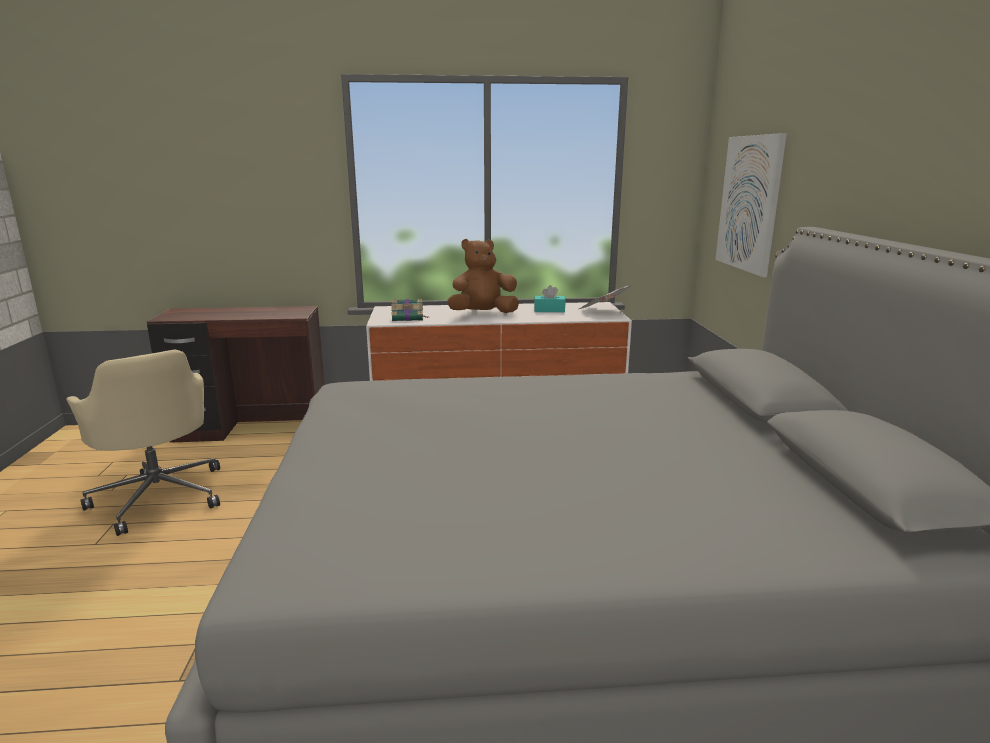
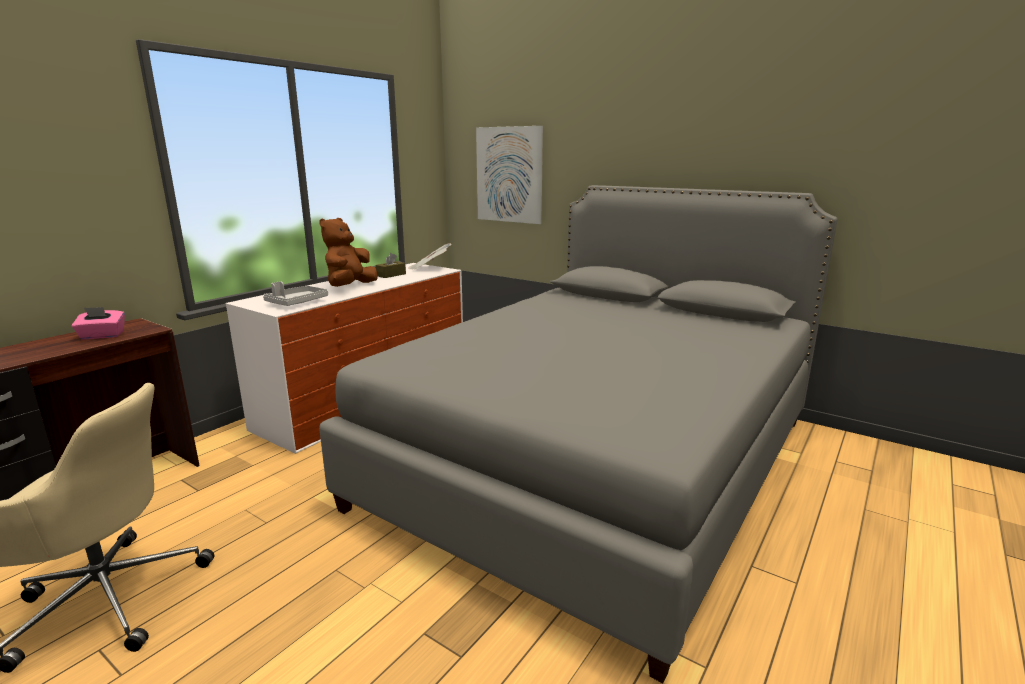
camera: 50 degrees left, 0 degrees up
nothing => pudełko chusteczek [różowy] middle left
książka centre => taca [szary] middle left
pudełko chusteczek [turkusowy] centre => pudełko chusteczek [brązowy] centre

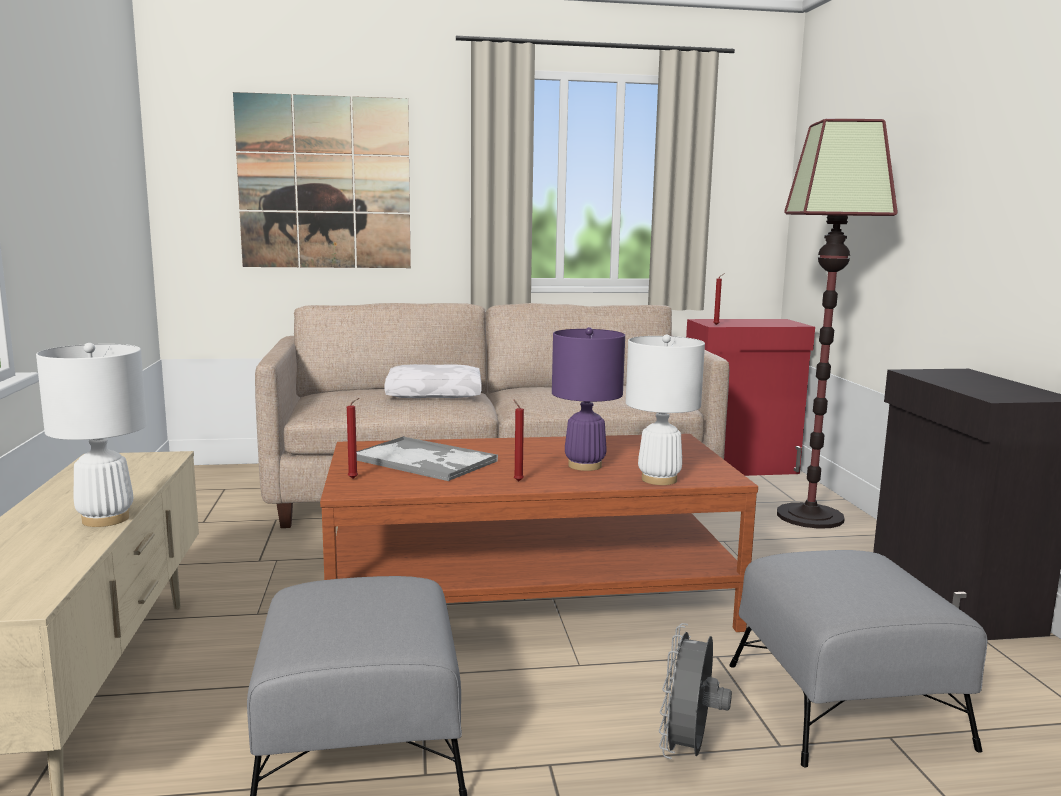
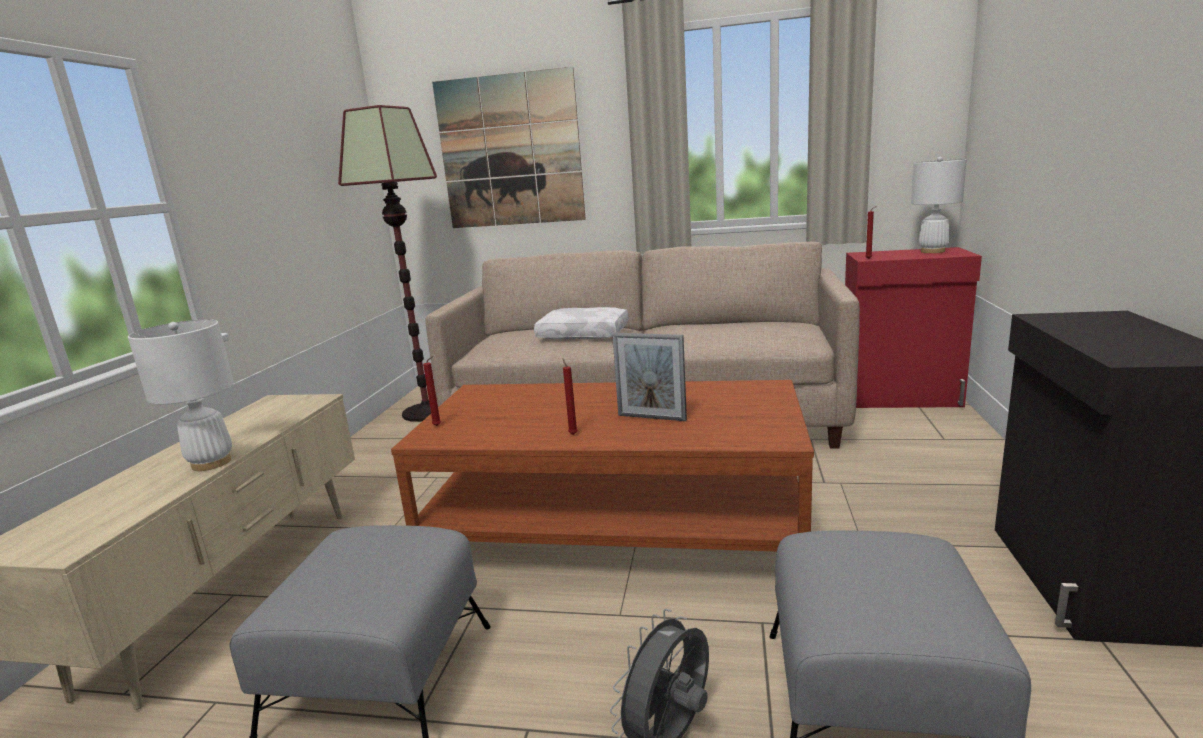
camera: 20 degrees right, 5 degrees up
lampa stojąca middle right => lampa stojąca middle left, relocated
lampa stołowa [fioletowy] centre => ramka na zdjęcie centre
lampa stołowa [biały] (no. 2 from left) centre => lampa stołowa [biały] (no. 2 from left) top right, relocated
taca centre => nothing

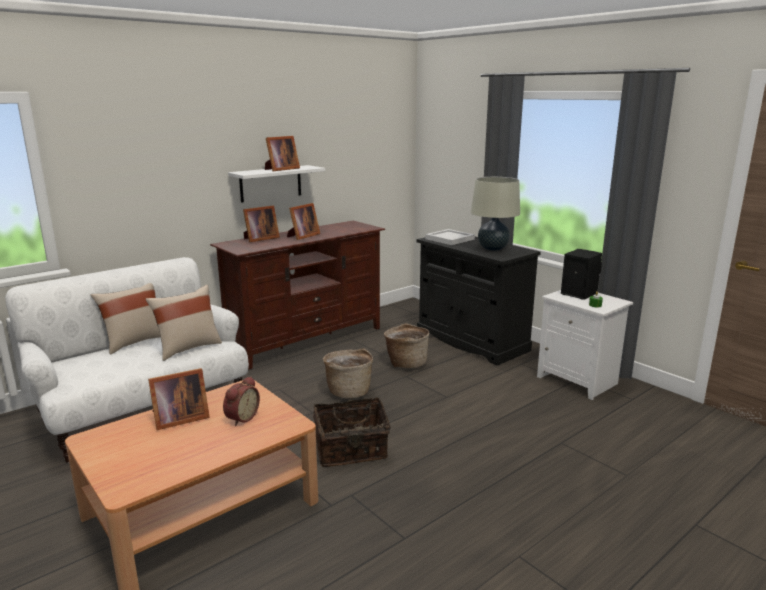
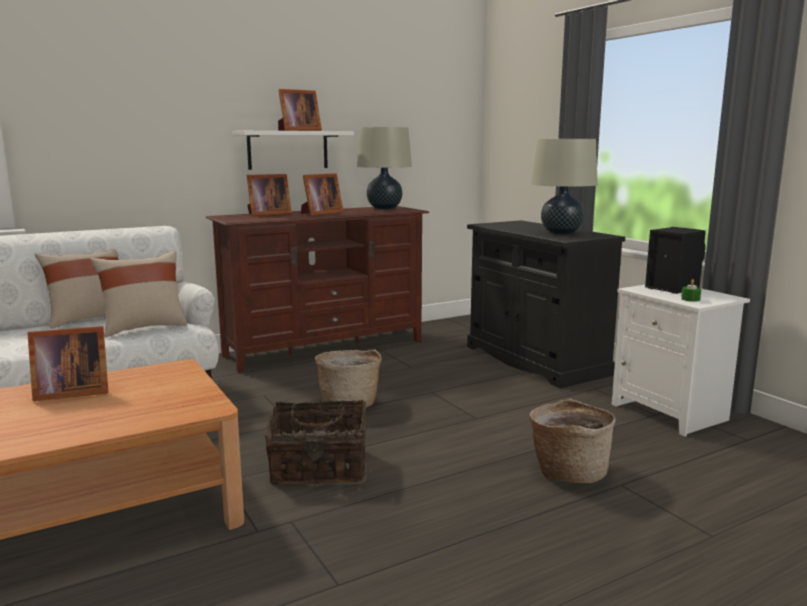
camera: 10 degrees right, 5 degrees down
nothing => lampa stołowa [beżowy] (no. 1 from left) top centre
koszyk (no. 3 from left) centre => koszyk (no. 3 from left) bottom right, relocated
budzik bottom left => nothing
taca [biały] centre => nothing

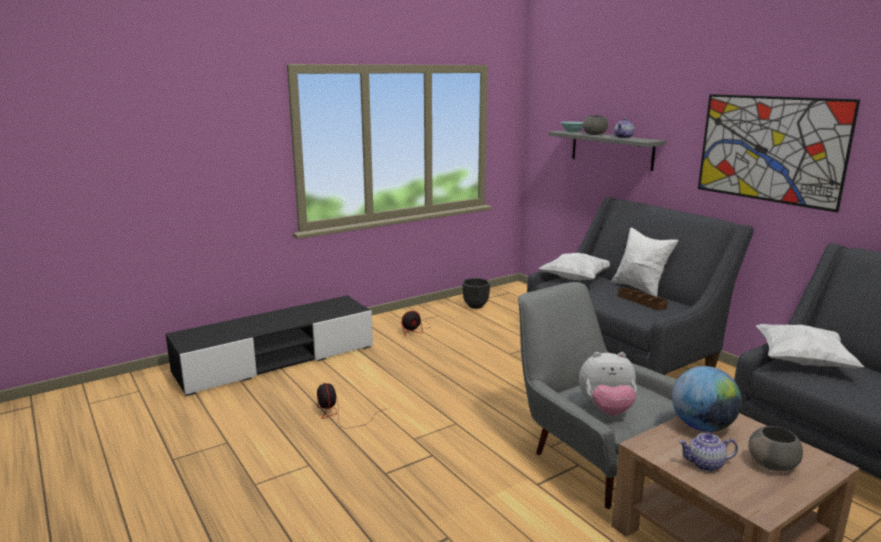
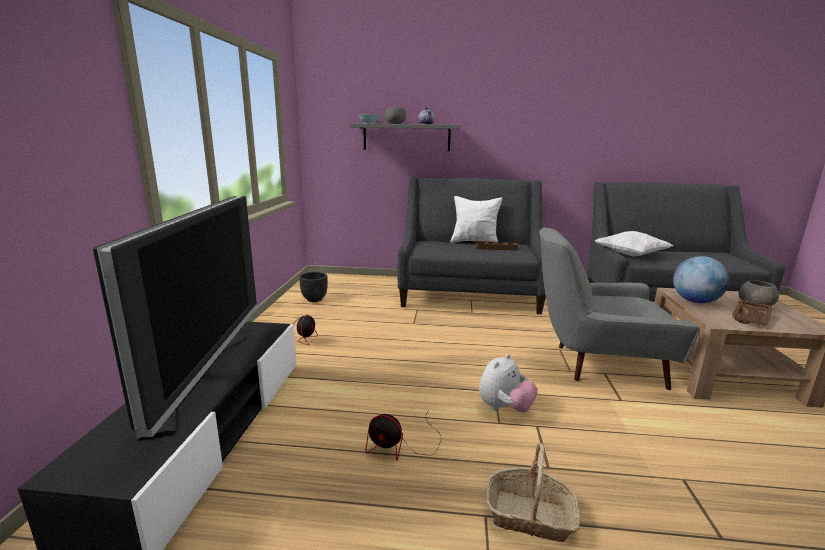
camera: 50 degrees left, 0 degrees up
nothing => telewizor middle left
pluszak bottom right => pluszak bottom centre, relocated
nothing => koszyk bottom centre
imbryk (no. 2 from left) bottom right => taca [brązowy] (no. 2 from left) middle right
poduszka [biały] (no. 1 from left) centre => nothing
obraz top right => nothing

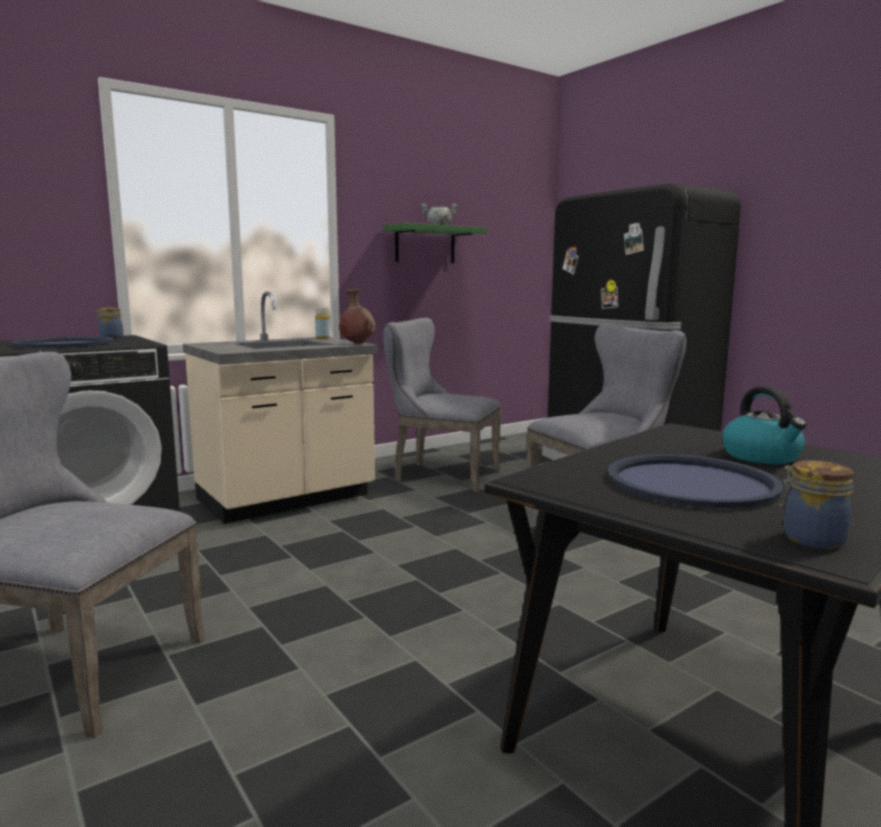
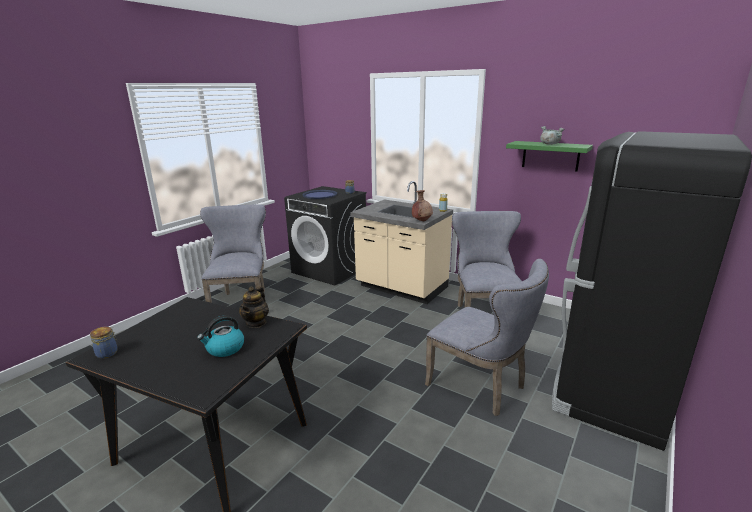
camera: 70 degrees right, 10 degrees up
nothing => imbryk centre
taca [niebieski] (no. 2 from left) middle right => nothing

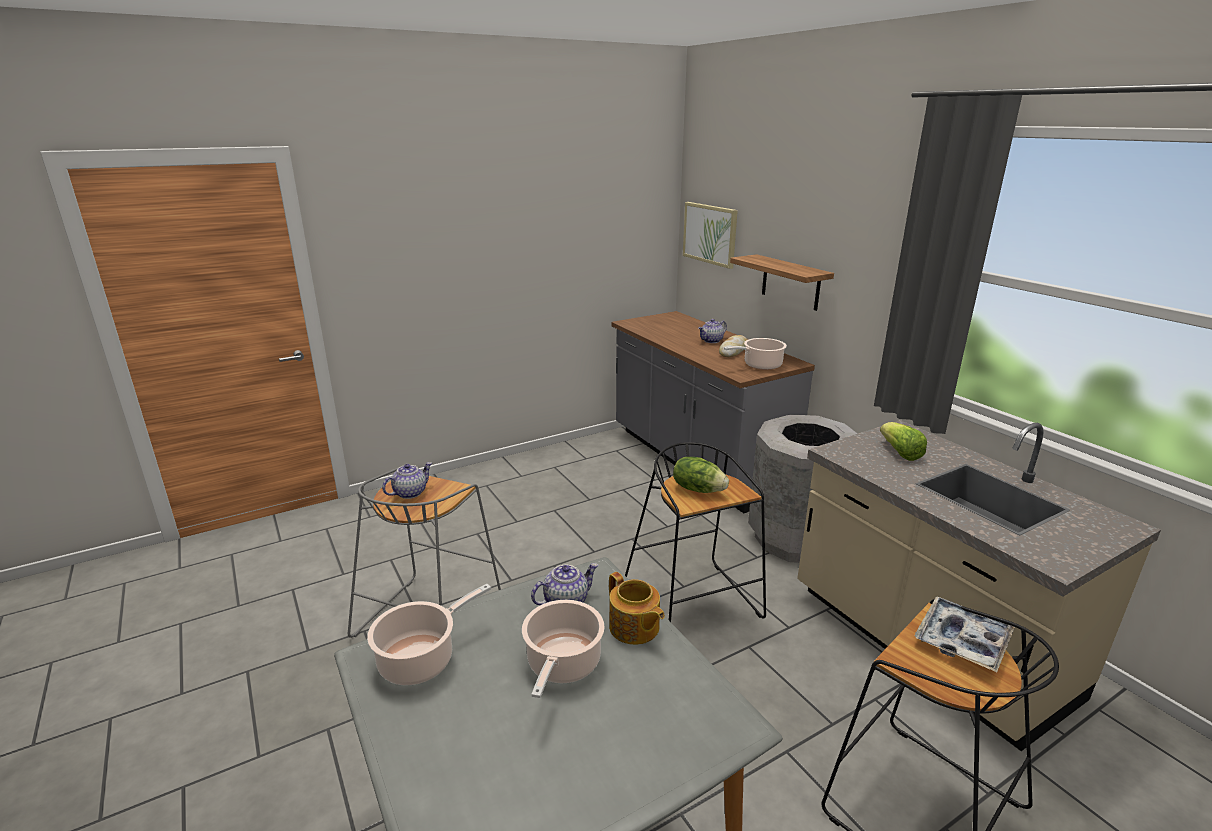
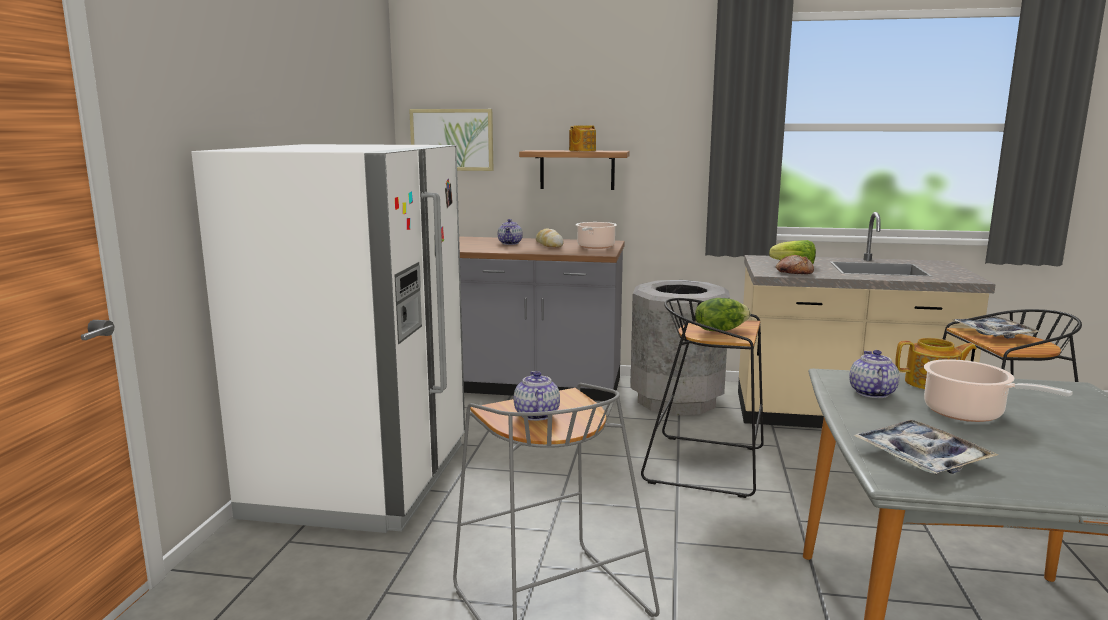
camera: 50 degrees left, 10 degrees down
nothing => lodówka [biały] middle left
nothing => imbryk (no. 3 from left) top centre
nothing => chleb (no. 2 from left) middle right
garnek (no. 1 from left) bottom centre => taca (no. 1 from left) bottom right

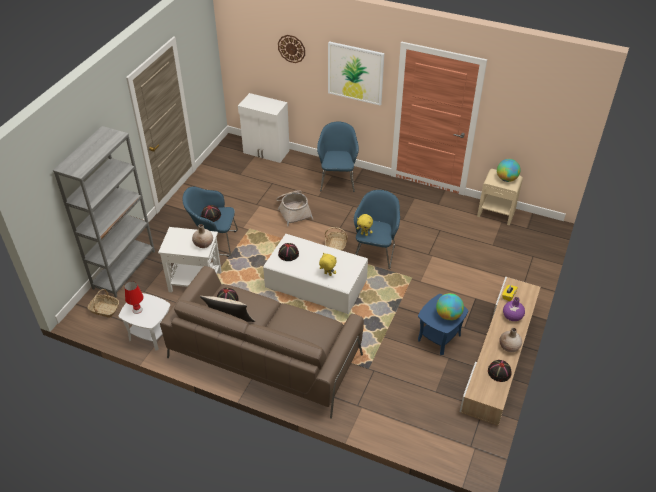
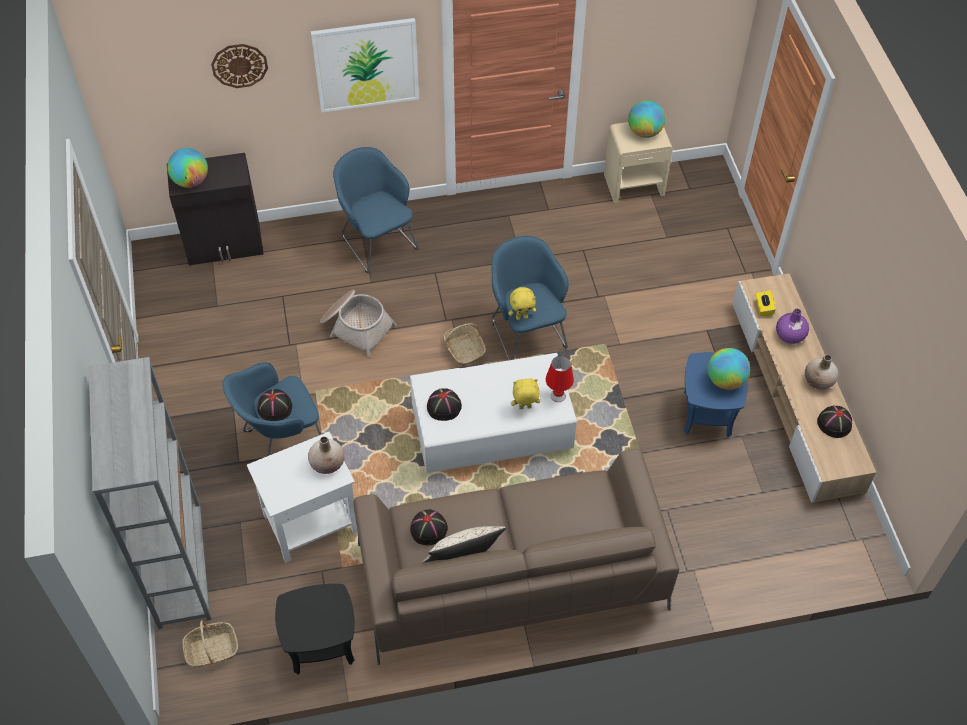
camera: 35 degrees left, 10 degrees up
nothing => globus (no. 1 from left) top left
szafka [biały] top centre => szafka [czarny] top left
stolik [biały] (no. 1 from left) middle left => stolik [czarny] bottom left
lampa stołowa [czerwony] middle left => lampa stołowa [czerwony] centre, relocated

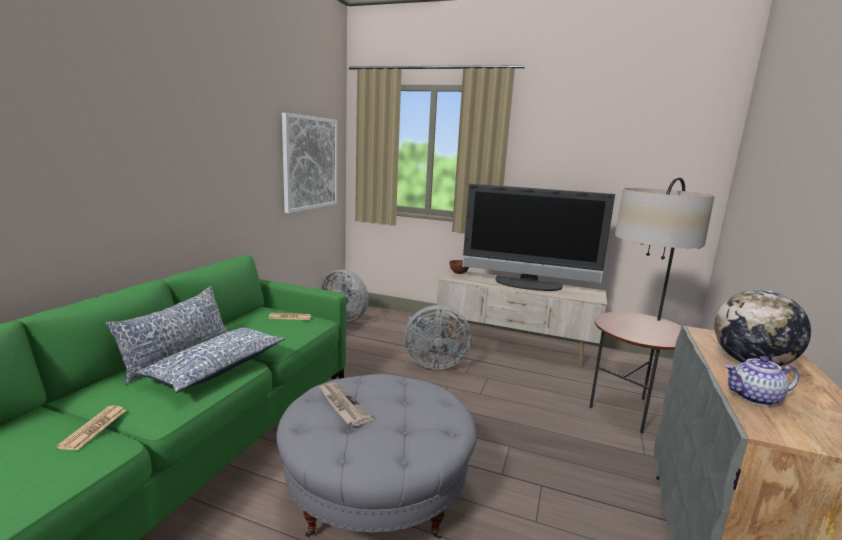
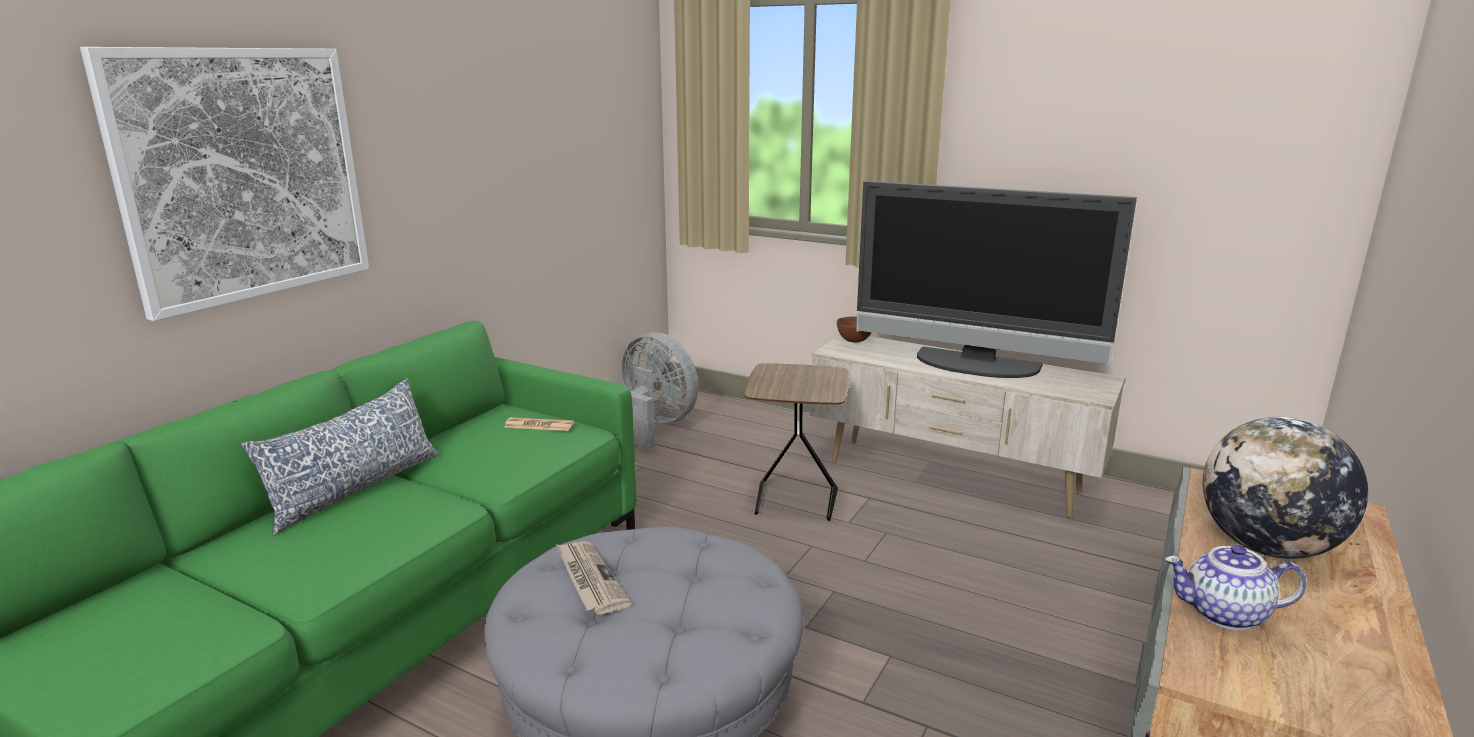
camera: 10 degrees right, 5 degrees up
obraz top centre => obraz top left, relocated
wentylator [szary] (no. 2 from left) centre => stolik [brązowy] centre
gazeta (no. 1 from left) bottom left => nothing
poduszka (no. 2 from left) bottom left => nothing
lampa stojąca middle right => nothing

